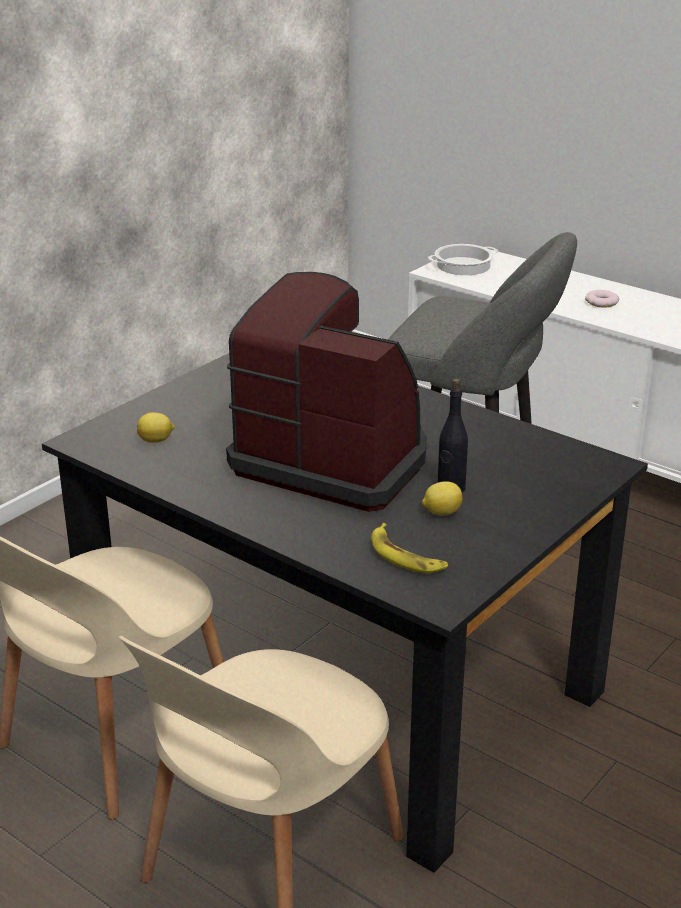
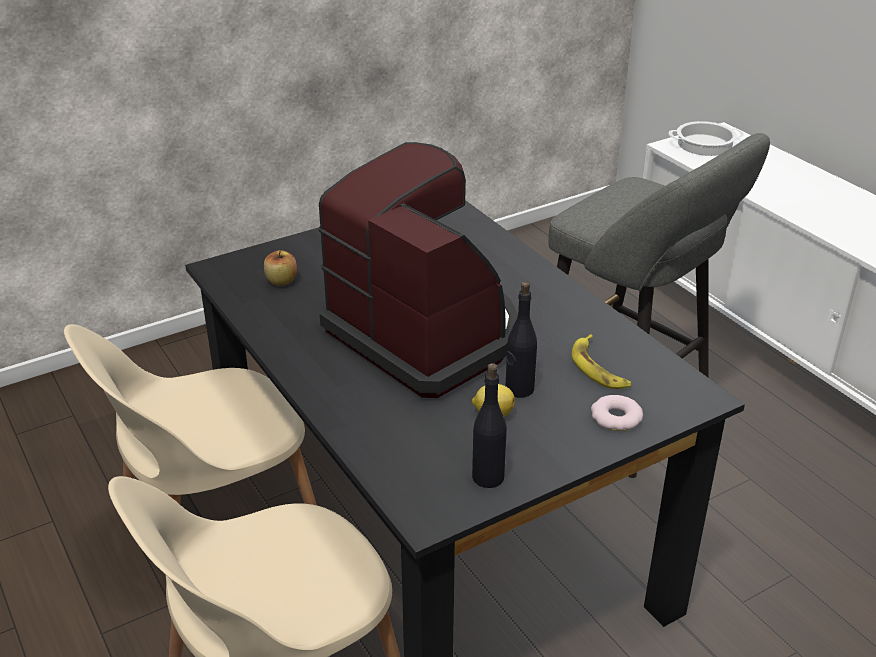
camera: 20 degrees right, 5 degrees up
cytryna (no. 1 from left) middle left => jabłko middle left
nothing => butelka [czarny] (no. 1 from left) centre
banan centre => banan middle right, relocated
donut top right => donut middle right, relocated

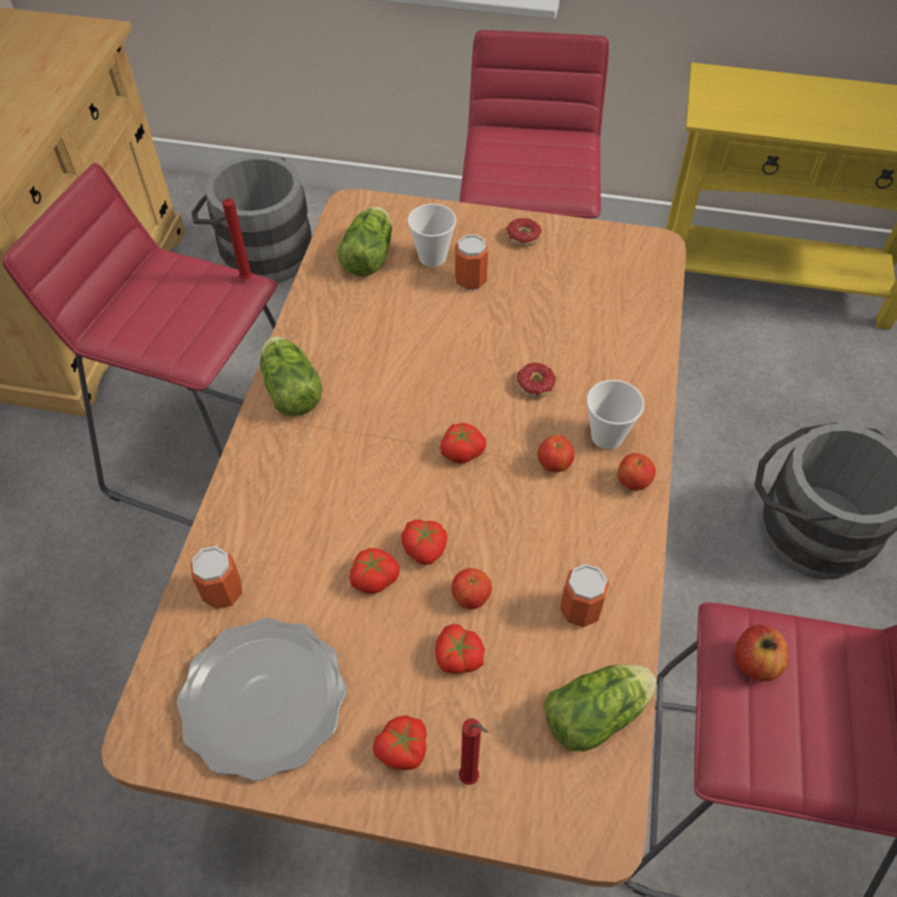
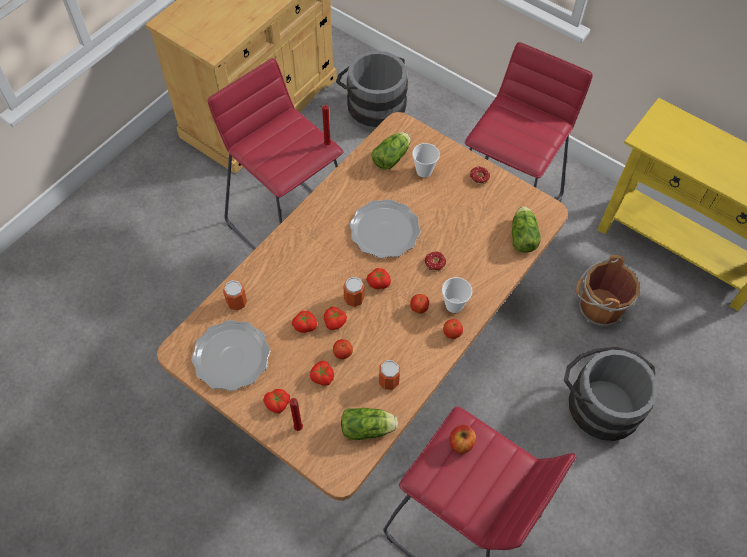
camera: 25 degrees right, 5 degrees up
puszka (no. 2 from left) top centre => puszka (no. 2 from left) centre, relocated
nothing => talerz (no. 2 from left) centre
sałata (no. 1 from left in the first image) middle left => sałata (no. 3 from left) middle right, relocated
nothing => wiadro [brązowy] middle right

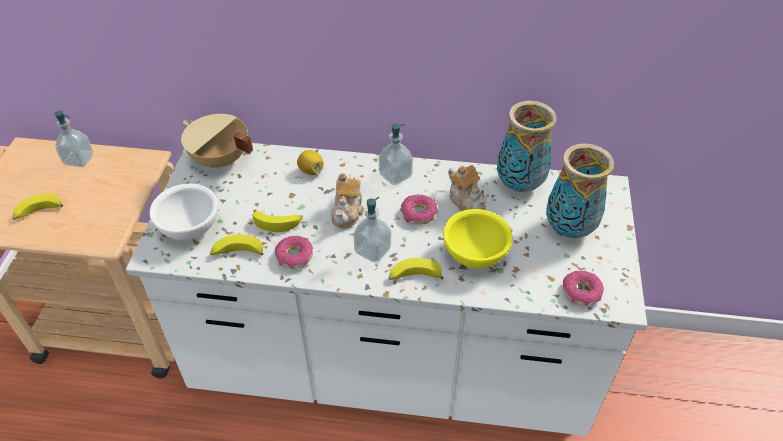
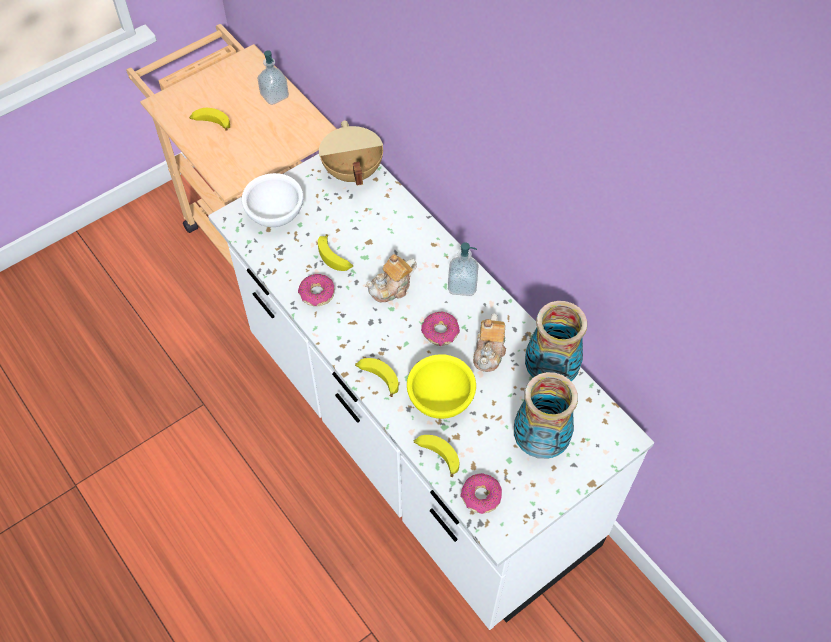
camera: 45 degrees right, 10 degrees up
banan (no. 2 from left in the first image) middle left => banan (no. 4 from left) bottom centre, relocated
cytryna centre => nothing
dozownik mydła (no. 2 from left) centre => nothing

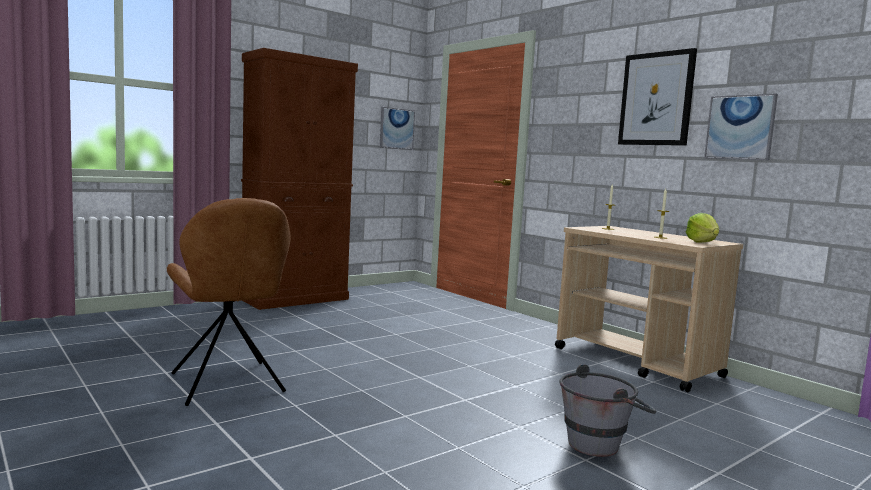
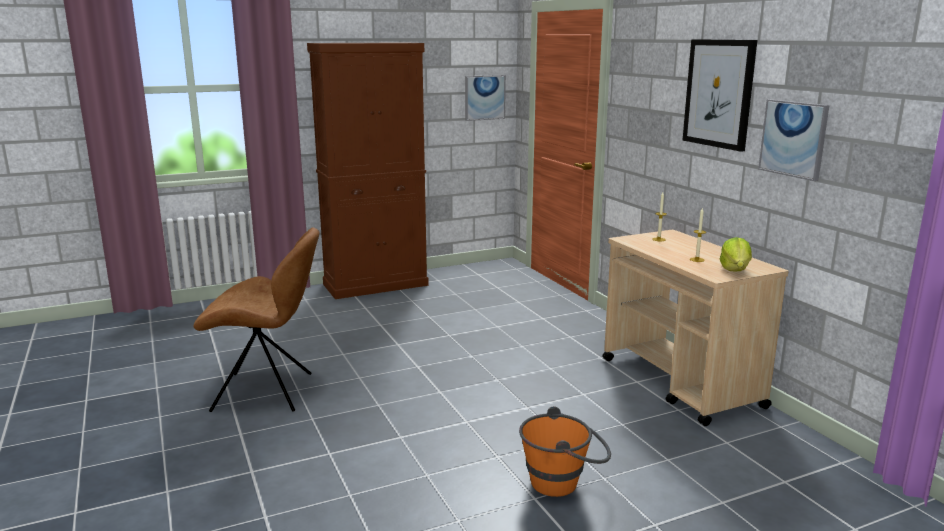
camera: 15 degrees right, 10 degrees up
krzesło [brązowy] middle left, 75 degrees counterclockwise
wiadro [szary] bottom right => wiadro [pomarańczowy] bottom centre

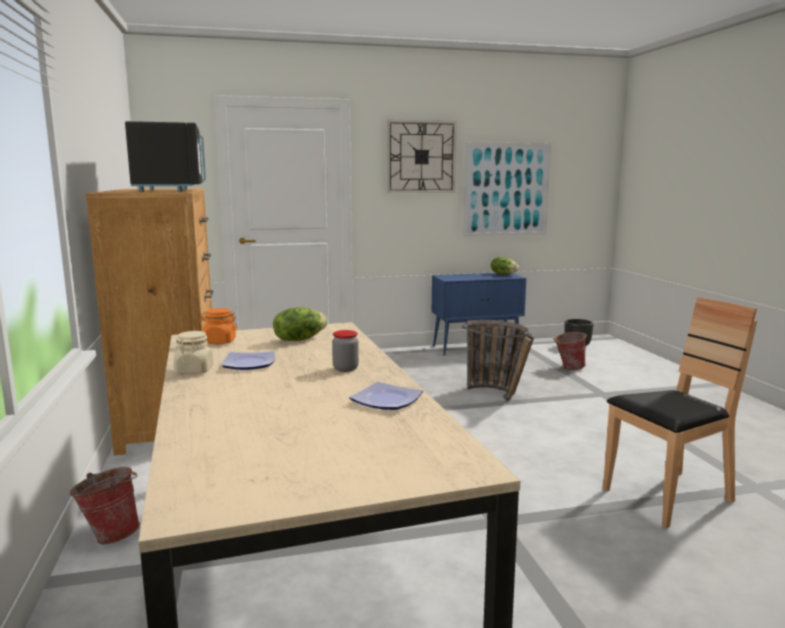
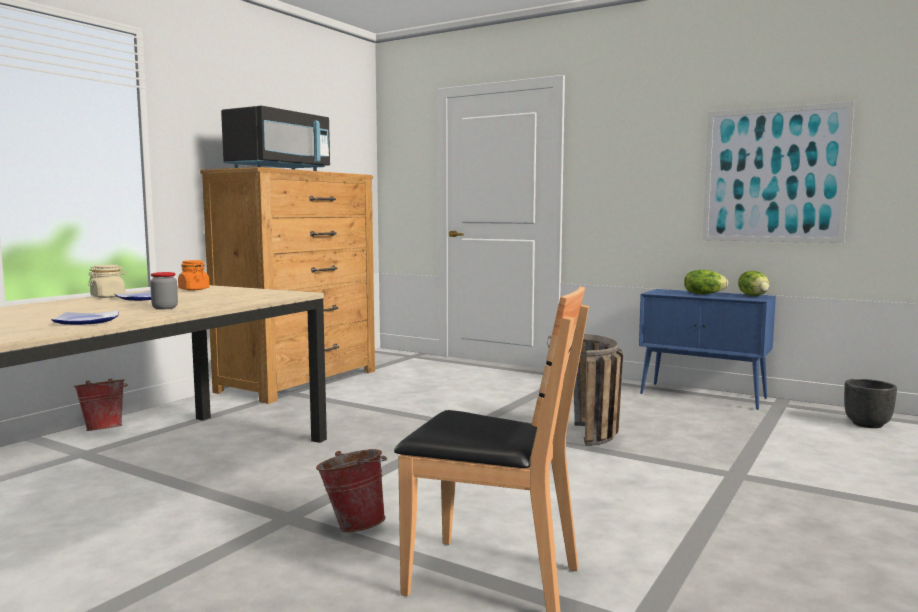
camera: 45 degrees right, 5 degrees down
wiadro (no. 2 from left) middle right => wiadro (no. 2 from left) bottom centre, relocated
sałata (no. 1 from left) centre => sałata (no. 1 from left) middle right, relocated
zegar ścienny top centre => nothing

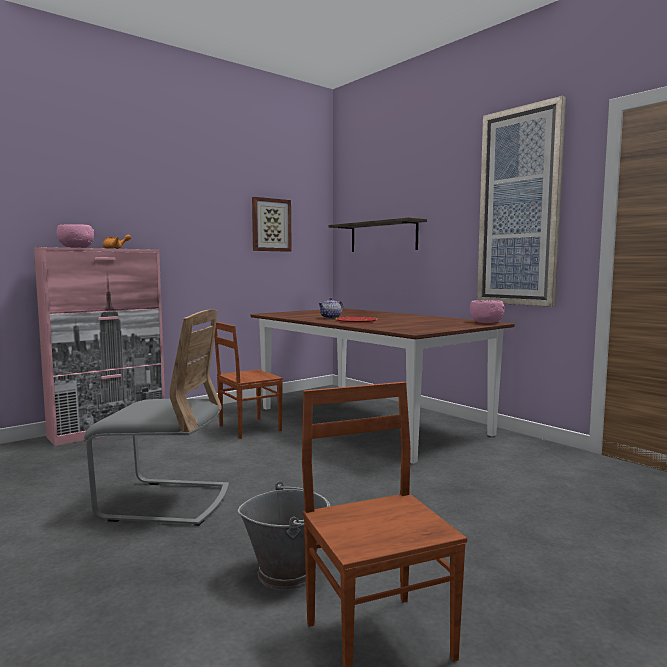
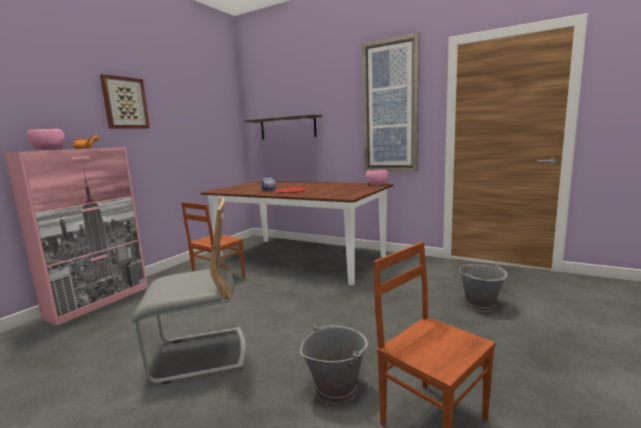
camera: 20 degrees left, 5 degrees up
obraz (no. 1 from left) centre => obraz (no. 1 from left) top left, relocated
nothing => wiadro [szary] (no. 2 from left) bottom right

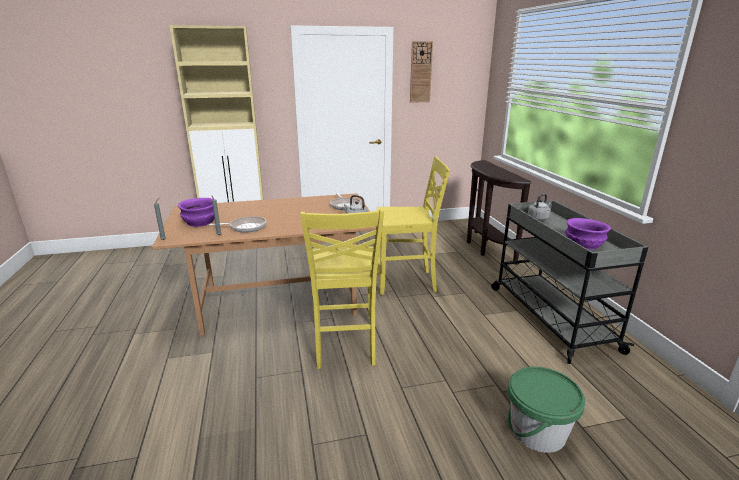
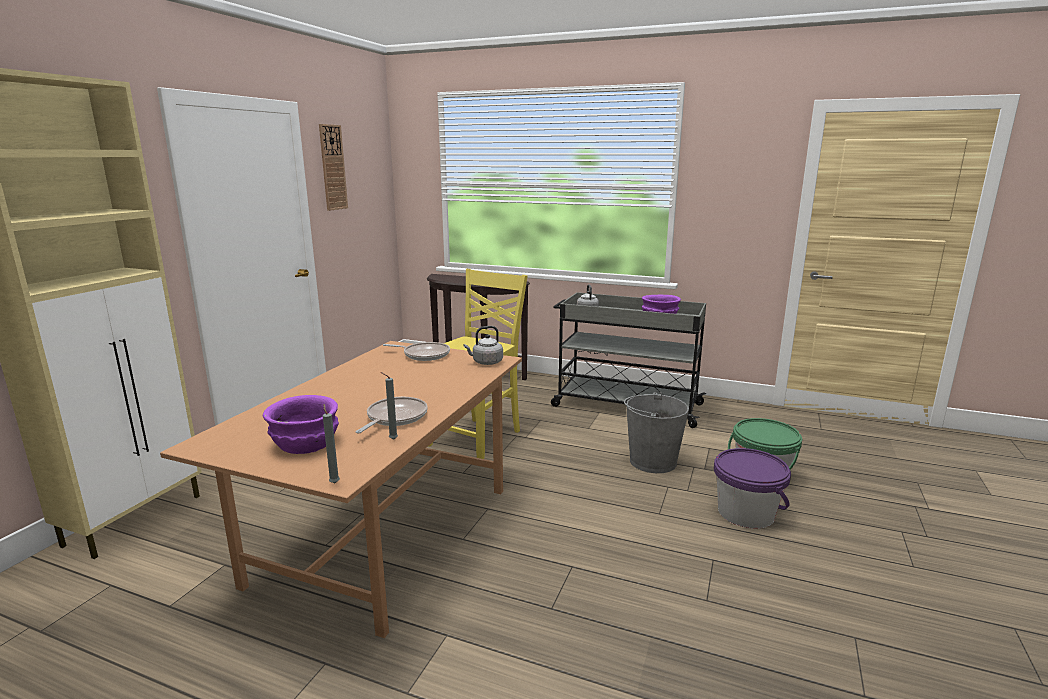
camera: 55 degrees left, 5 degrees down
nothing => wiadro [szary] centre
nothing => wiadro [fioletowy] bottom right
krzesło [żółty] (no. 1 from left) centre => nothing

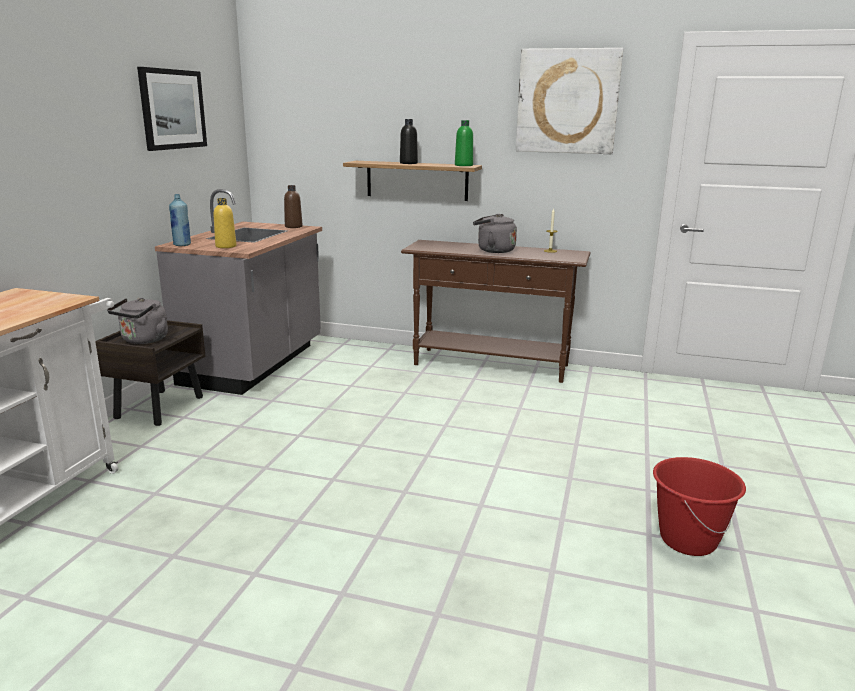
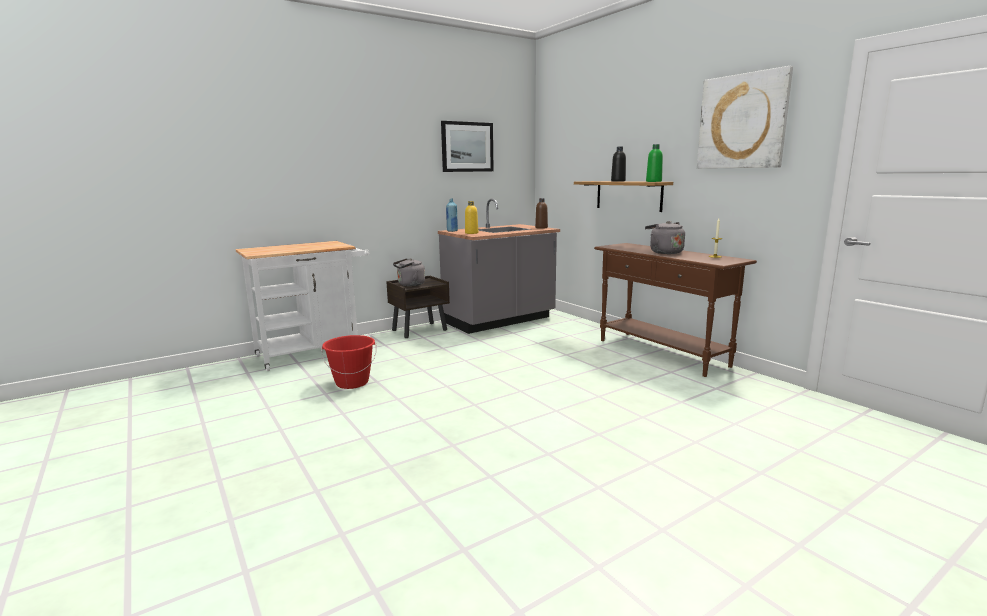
camera: 40 degrees right, 5 degrees down
wiadro [czerwony] bottom right => wiadro [czerwony] centre, relocated

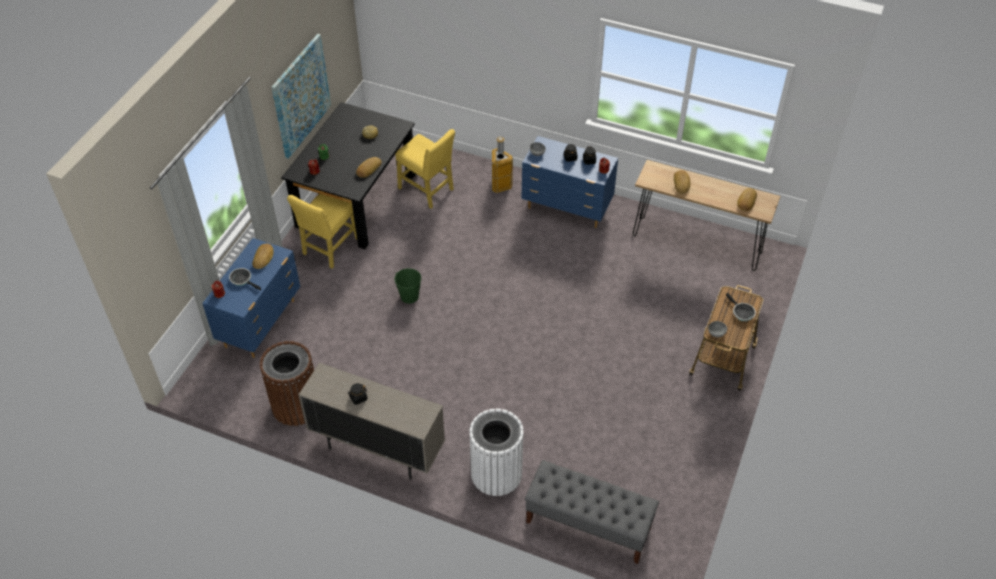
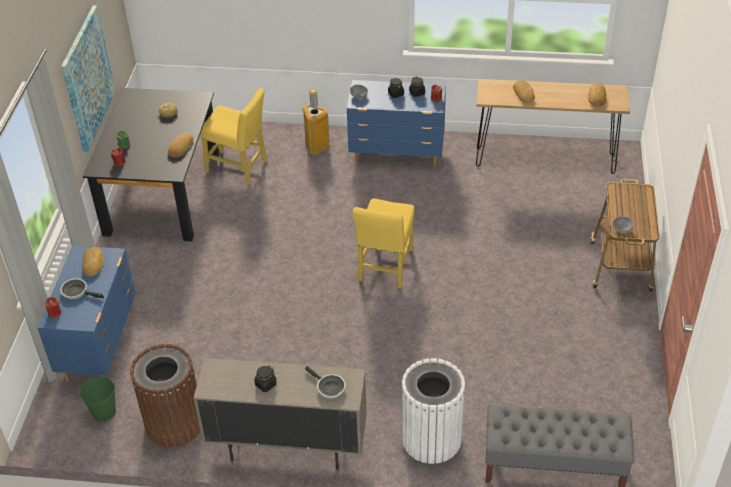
camera: 15 degrees left, 5 degrees down
wiadro [zielony] centre => wiadro [zielony] bottom left, relocated
patelnia (no. 2 from left) middle right => patelnia (no. 2 from left) bottom centre, relocated
krzesło [żółty] (no. 1 from left in the first image) middle left => krzesło [żółty] (no. 2 from left) centre, relocated

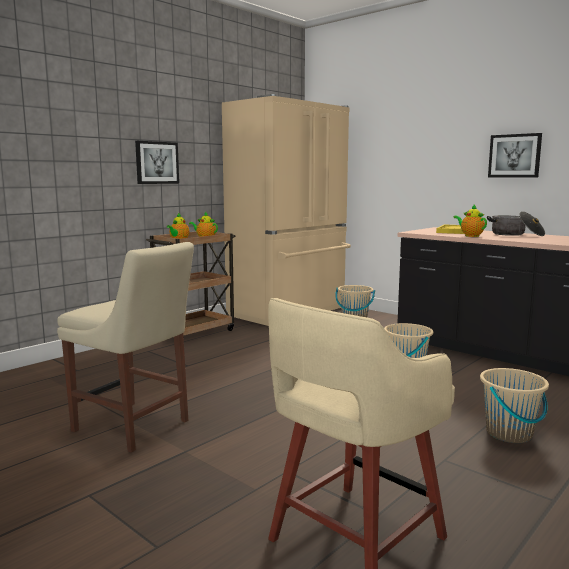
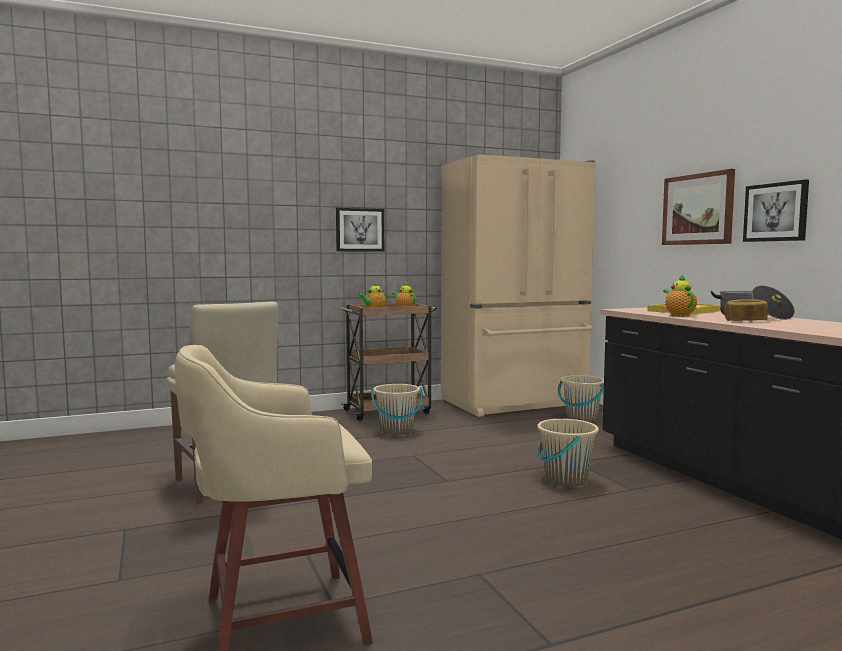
camera: 25 degrees right, 5 degrees down
wiadro [beżowy] (no. 3 from left in the first image) bottom right => wiadro [beżowy] (no. 1 from left) centre, relocated
nothing => obraz (no. 2 from left) top right
nothing => chleb middle right

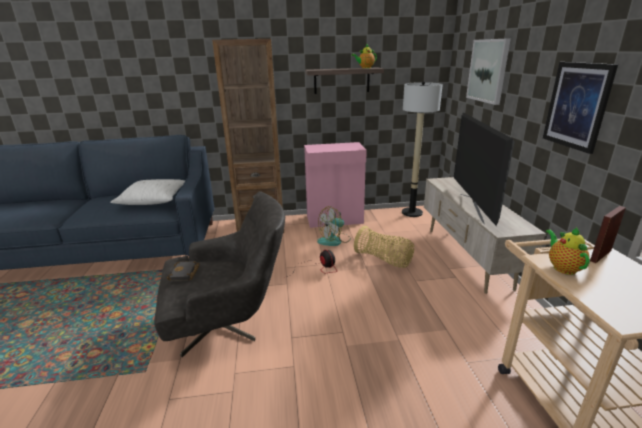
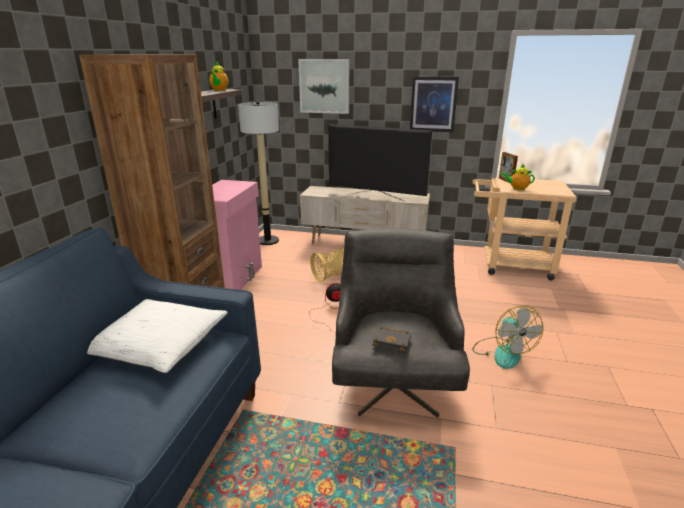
camera: 70 degrees left, 0 degrees up
wentylator (no. 2 from left) centre => wentylator (no. 2 from left) middle right, relocated

